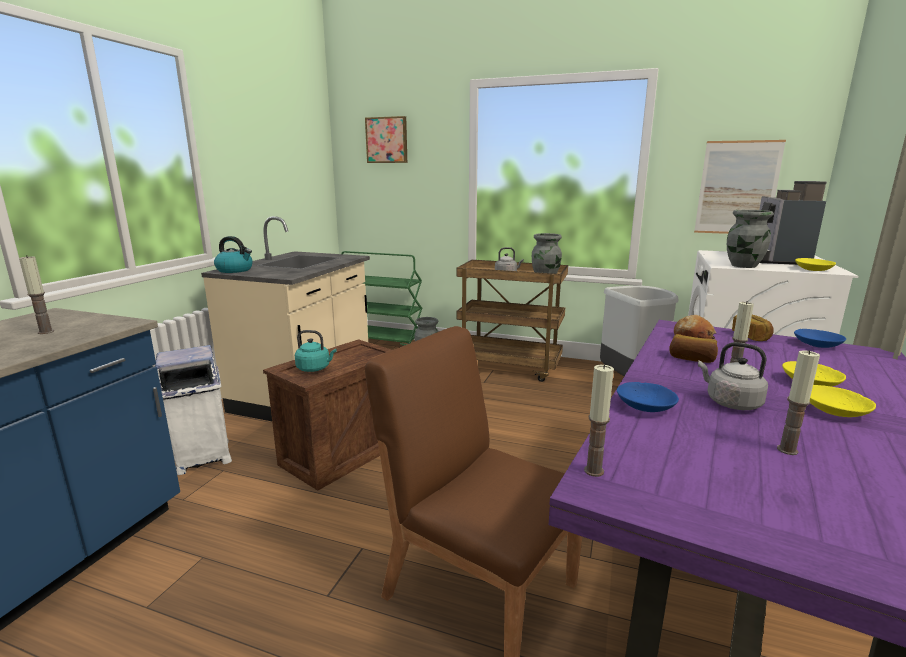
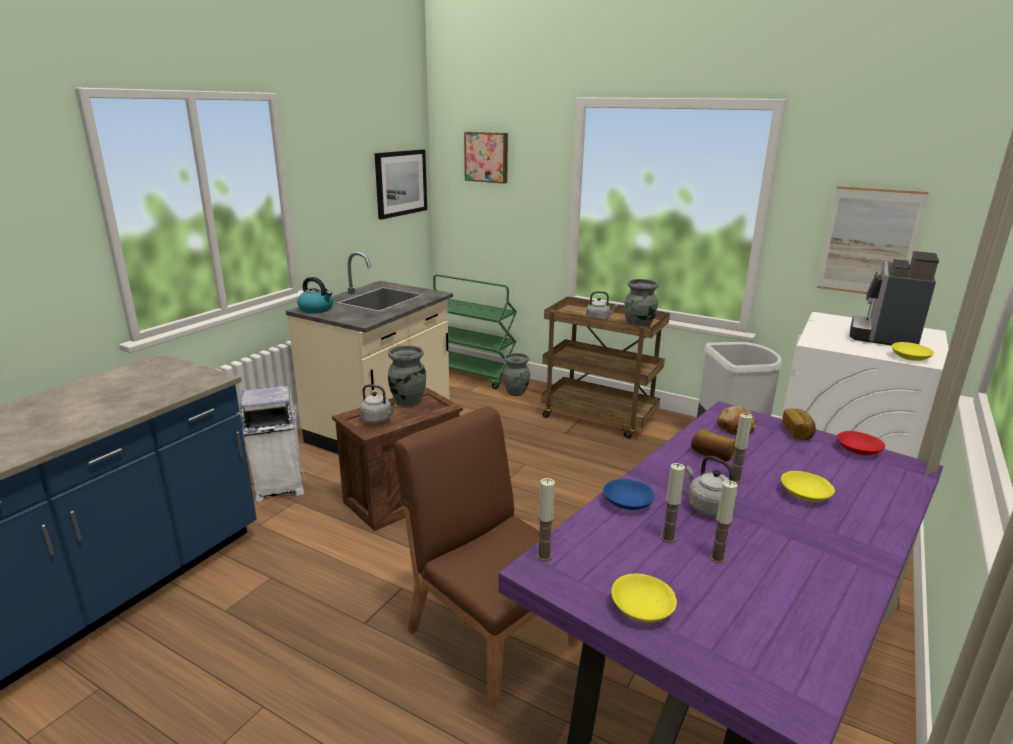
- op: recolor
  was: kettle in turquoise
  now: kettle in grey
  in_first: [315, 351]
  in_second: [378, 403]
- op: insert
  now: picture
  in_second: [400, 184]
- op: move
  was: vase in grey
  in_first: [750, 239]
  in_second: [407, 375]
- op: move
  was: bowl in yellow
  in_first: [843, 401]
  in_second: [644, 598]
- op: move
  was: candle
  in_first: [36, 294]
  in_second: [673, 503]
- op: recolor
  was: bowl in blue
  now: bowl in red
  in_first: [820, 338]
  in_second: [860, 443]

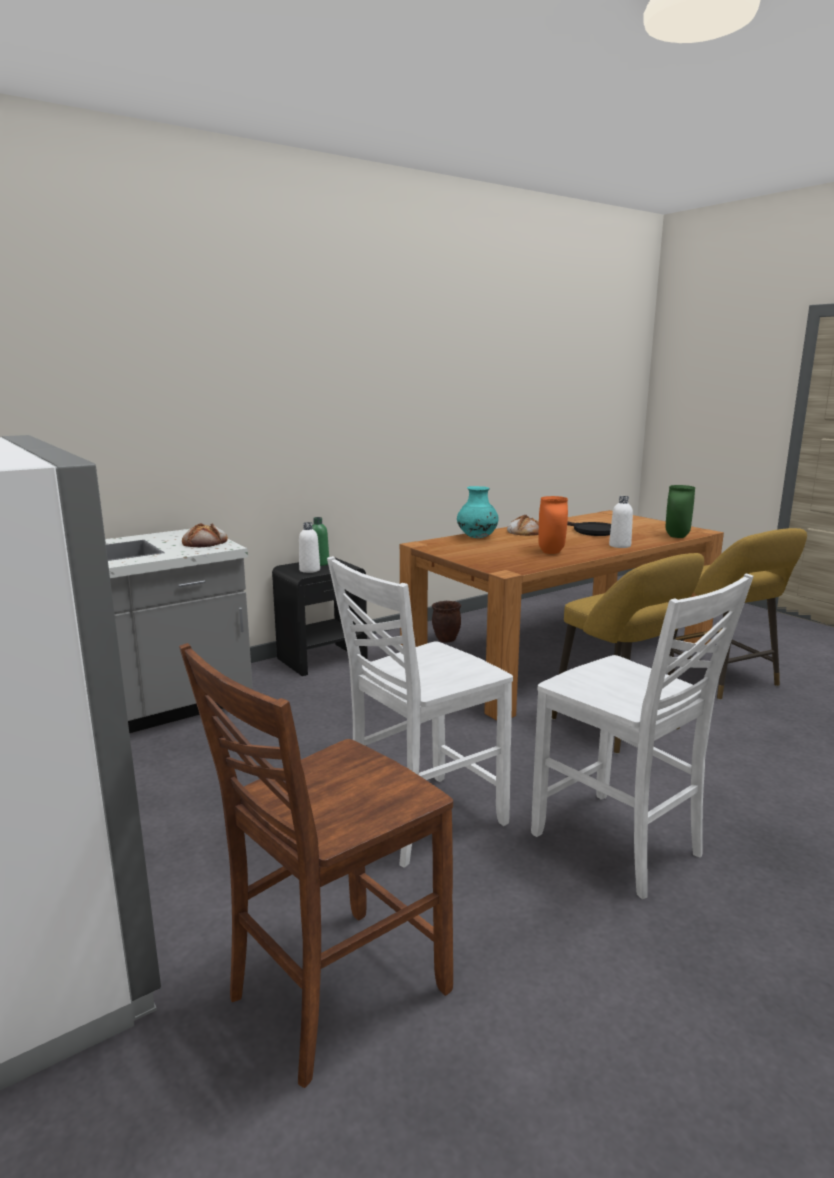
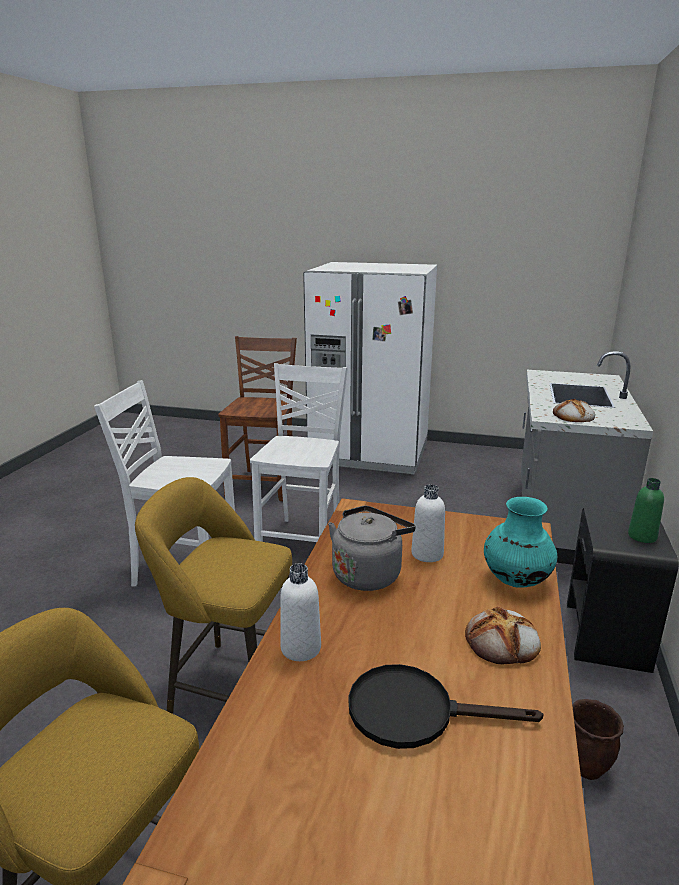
- op: replace
  was: vase in orange
  now: kettle in grey
  in_first: [553, 525]
  in_second: [372, 548]
- op: move
  was: bottle in white
  in_first: [309, 547]
  in_second: [428, 523]
- op: delete
  was: vase in green
  in_first: [680, 511]

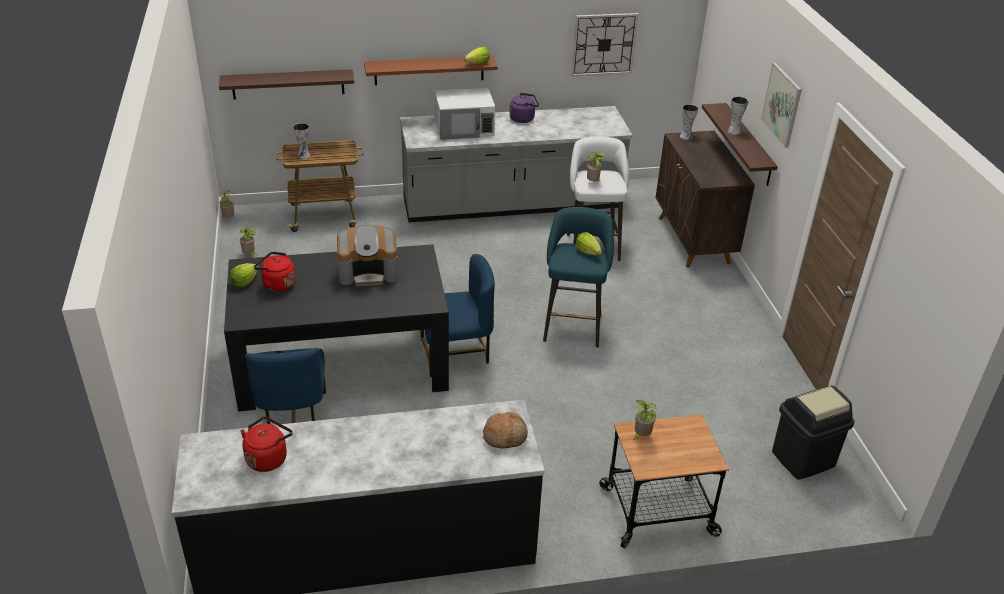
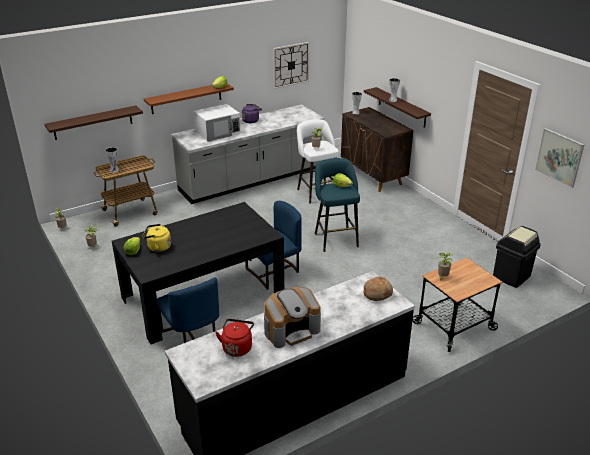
- op: recolor
  was: kettle in red
  now: kettle in yellow
  in_first: [275, 272]
  in_second: [156, 238]
- op: move
  was: coffee machine
  in_first: [367, 255]
  in_second: [292, 317]
- op: move
  was: picture
  in_first: [781, 105]
  in_second: [559, 158]

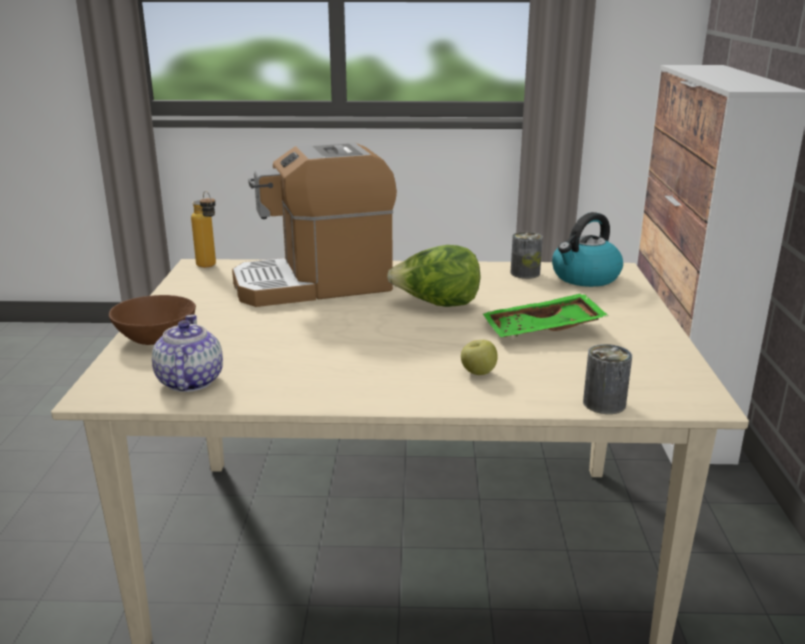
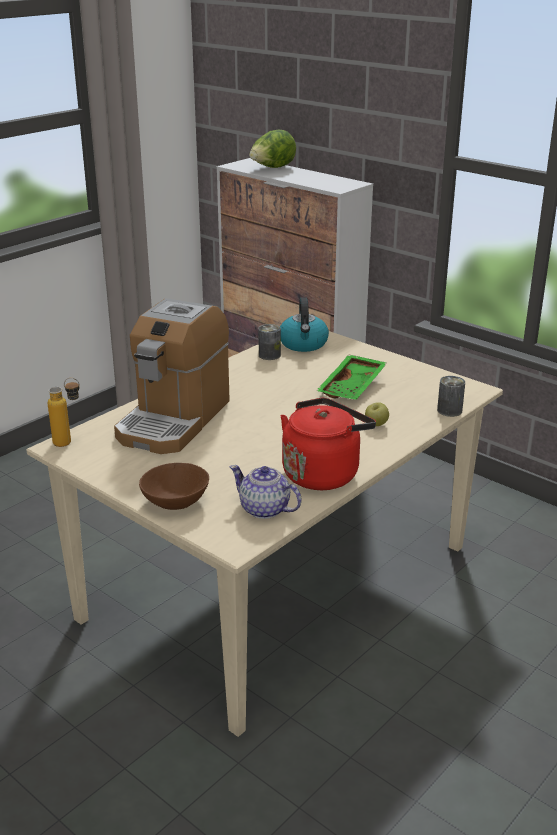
- op: move
  was: lettuce
  in_first: [434, 276]
  in_second: [272, 148]
- op: insert
  now: kettle in red
  in_second: [328, 444]

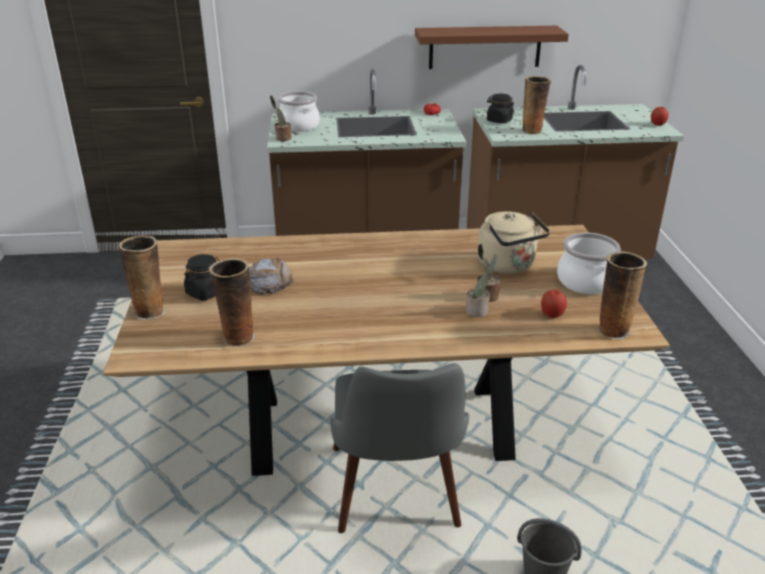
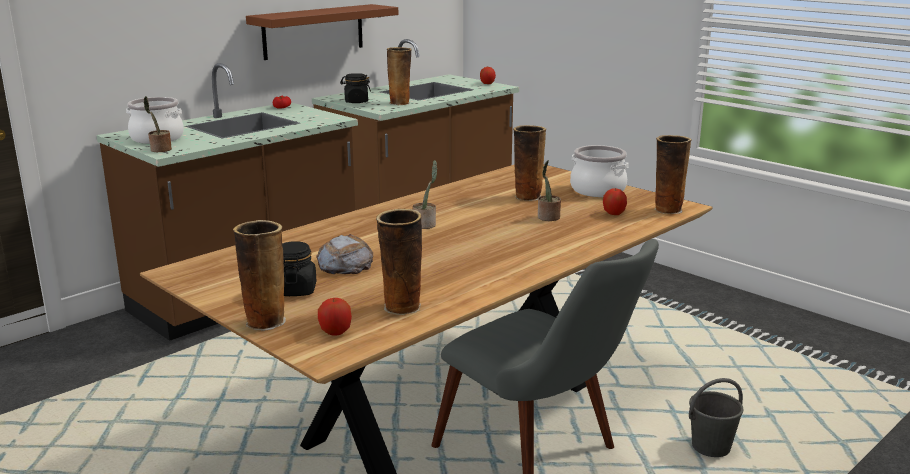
- op: insert
  now: apple
  in_second: [335, 317]
- op: move
  was: potted plant
  in_first: [481, 285]
  in_second: [424, 194]
- op: replace
  was: kettle in beige
  now: vase
  in_first: [514, 243]
  in_second: [529, 163]

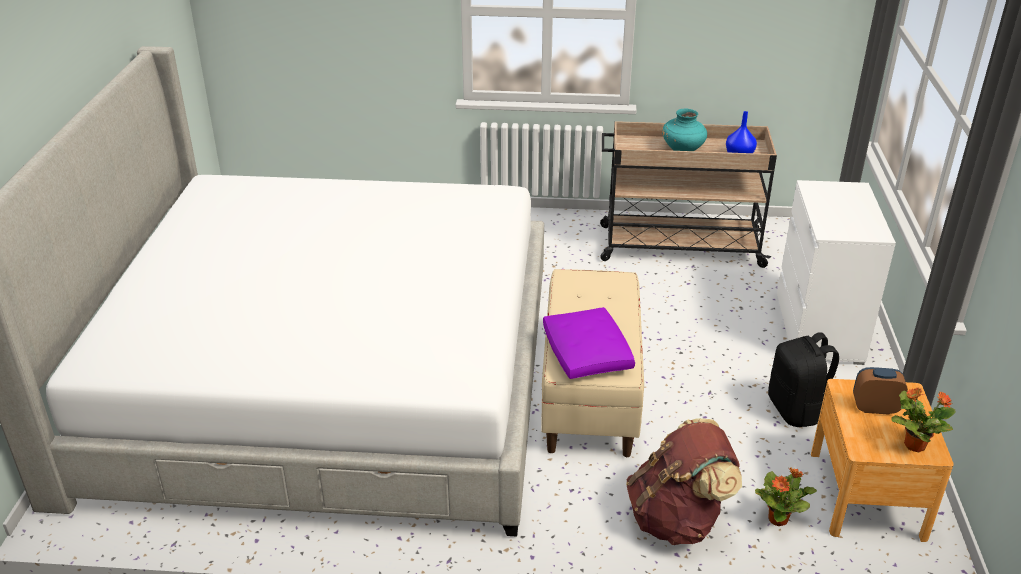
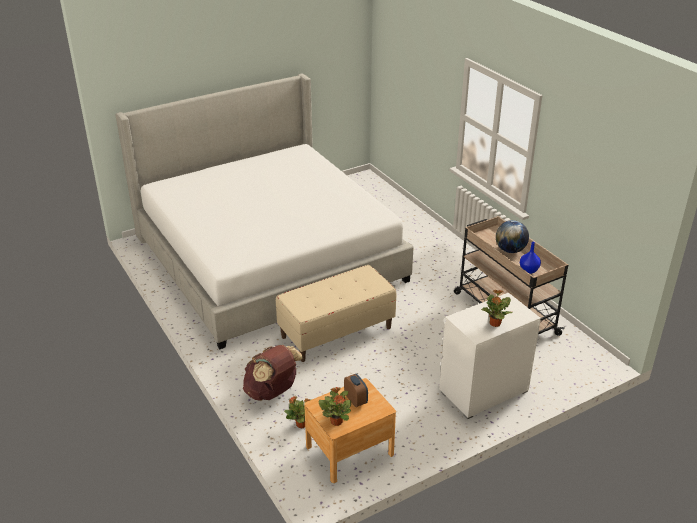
- op: insert
  now: potted plant
  in_second: [497, 308]
- op: replace
  was: vase in turquoise
  now: globe
  in_first: [684, 130]
  in_second: [512, 236]
- op: delete
  was: pillow in purple
  in_first: [589, 343]
- op: delete
  was: backpack in black
  in_first: [803, 379]

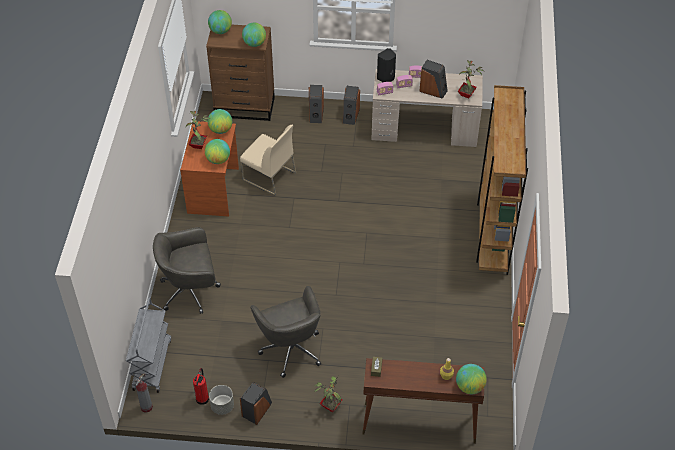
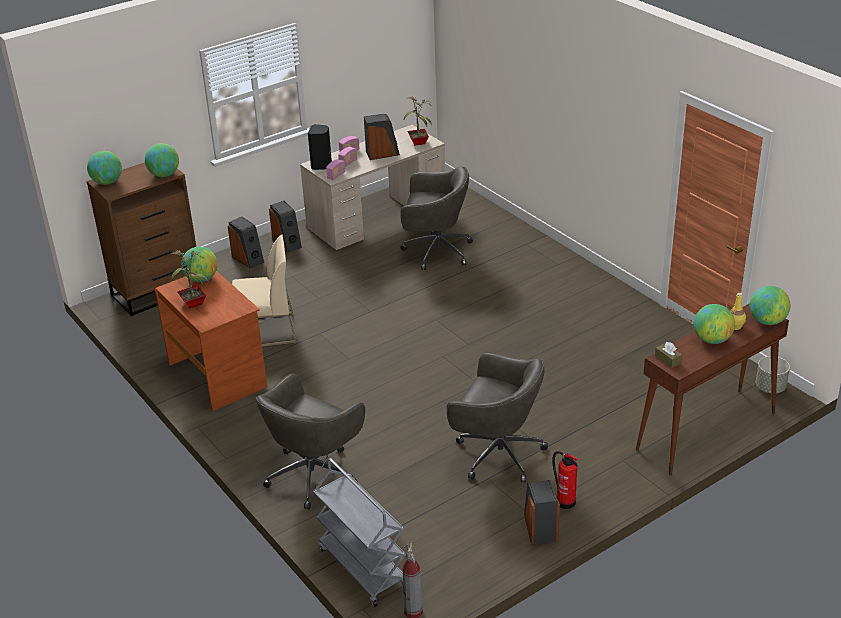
- op: insert
  now: office chair in grey
  in_second: [436, 218]
- op: move
  was: fire extinguisher
  in_first: [201, 386]
  in_second: [565, 480]
- op: move
  was: globe
  in_first: [217, 151]
  in_second: [714, 324]
- op: move
  was: planter in grey
  in_first: [221, 400]
  in_second: [773, 374]
- op: delete
  was: potted plant
  in_first: [328, 394]
- op: delete
  was: bookcase in brown
  in_first: [502, 180]

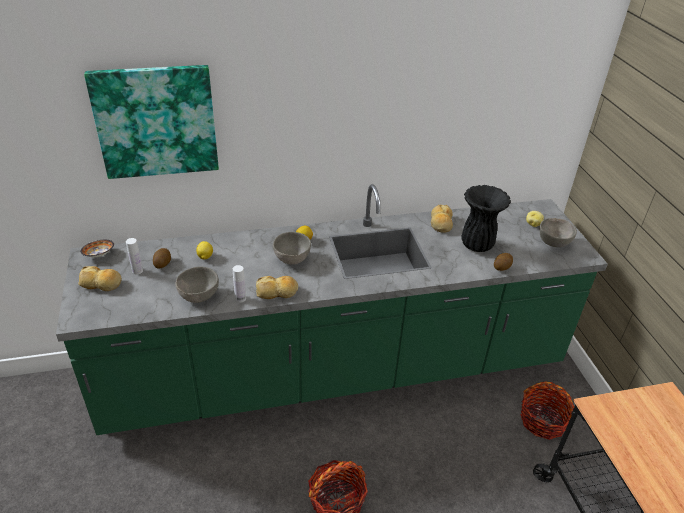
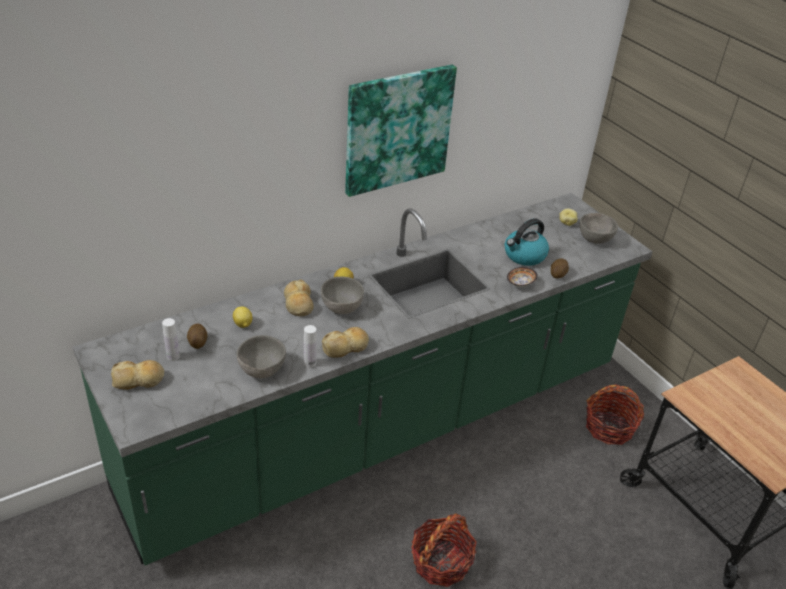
- op: move
  was: bread
  in_first: [442, 218]
  in_second: [298, 297]
- op: move
  was: picture
  in_first: [151, 122]
  in_second: [401, 131]
- op: replace
  was: vase in black
  now: kettle
  in_first: [486, 218]
  in_second: [526, 242]
- op: move
  was: bowl
  in_first: [97, 248]
  in_second: [522, 277]

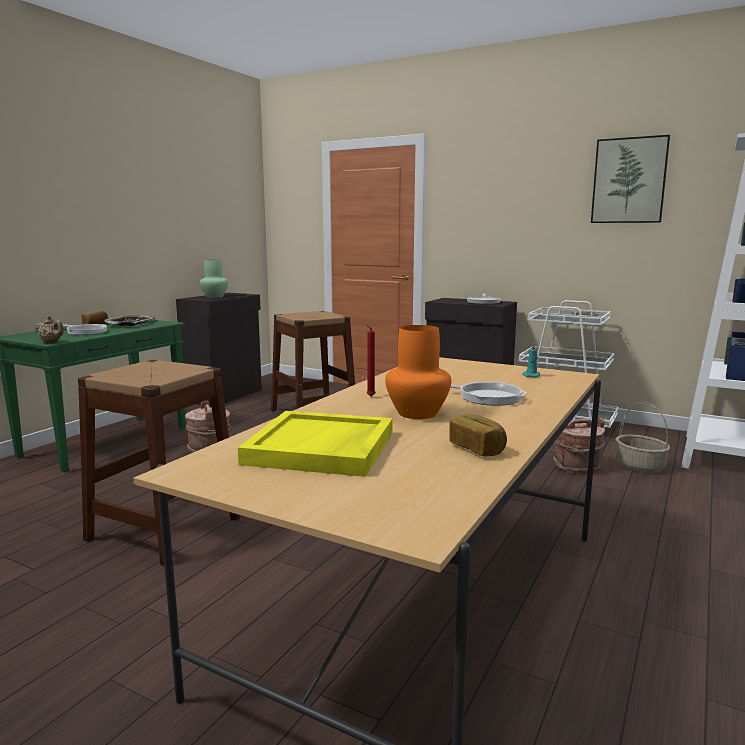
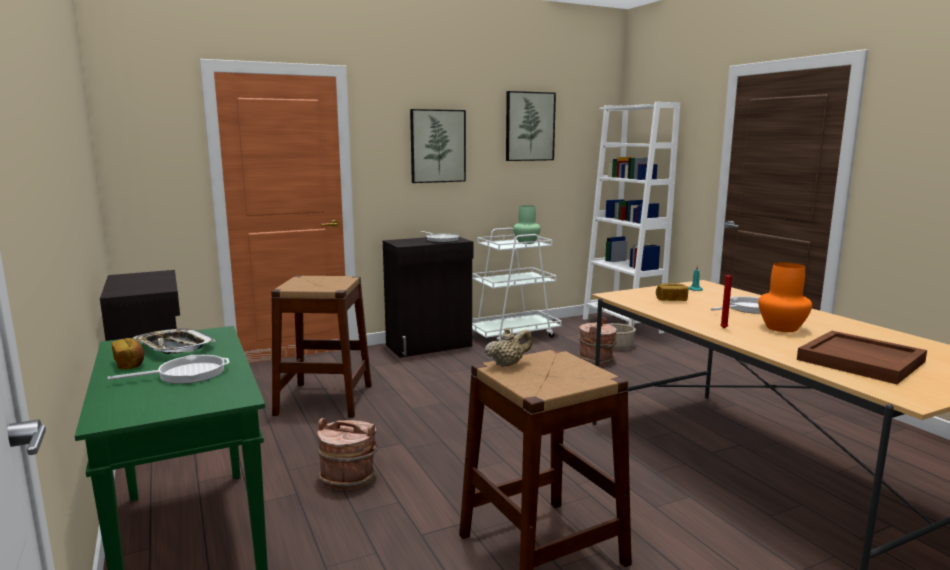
- op: insert
  now: picture
  in_second: [438, 146]
- op: move
  was: teapot in beige
  in_first: [49, 329]
  in_second: [508, 347]
- op: move
  was: vase in green
  in_first: [214, 279]
  in_second: [527, 224]
- op: move
  was: bread
  in_first: [478, 435]
  in_second: [672, 292]
- op: recolor
  was: tray in yellow
  now: tray in brown
  in_first: [315, 444]
  in_second: [862, 357]

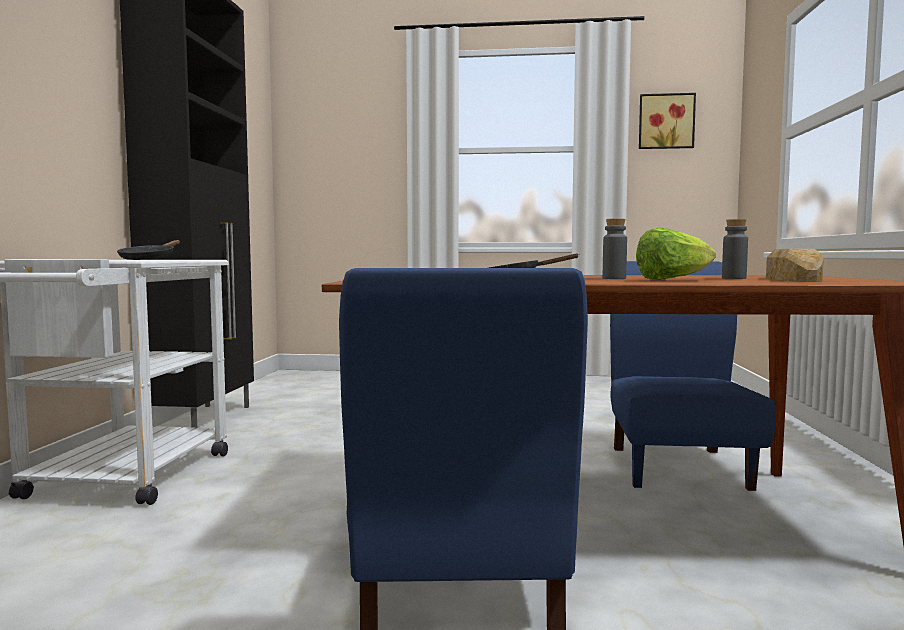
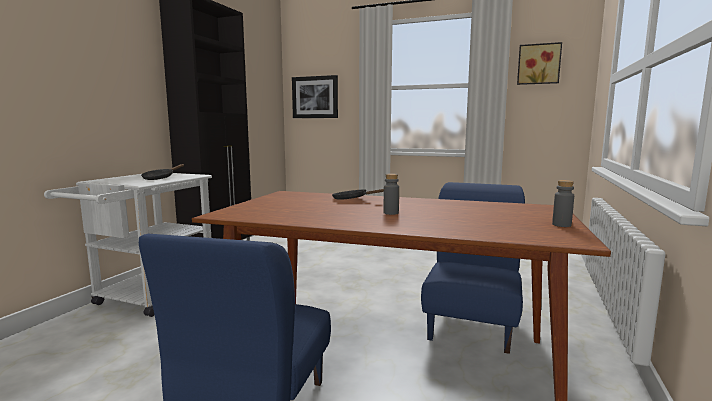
- op: insert
  now: picture
  in_second: [315, 96]
- op: move
  was: bottle in grey
  in_first: [735, 249]
  in_second: [563, 203]
- op: delete
  was: lettuce
  in_first: [676, 253]
- op: delete
  was: bread
  in_first: [795, 265]

